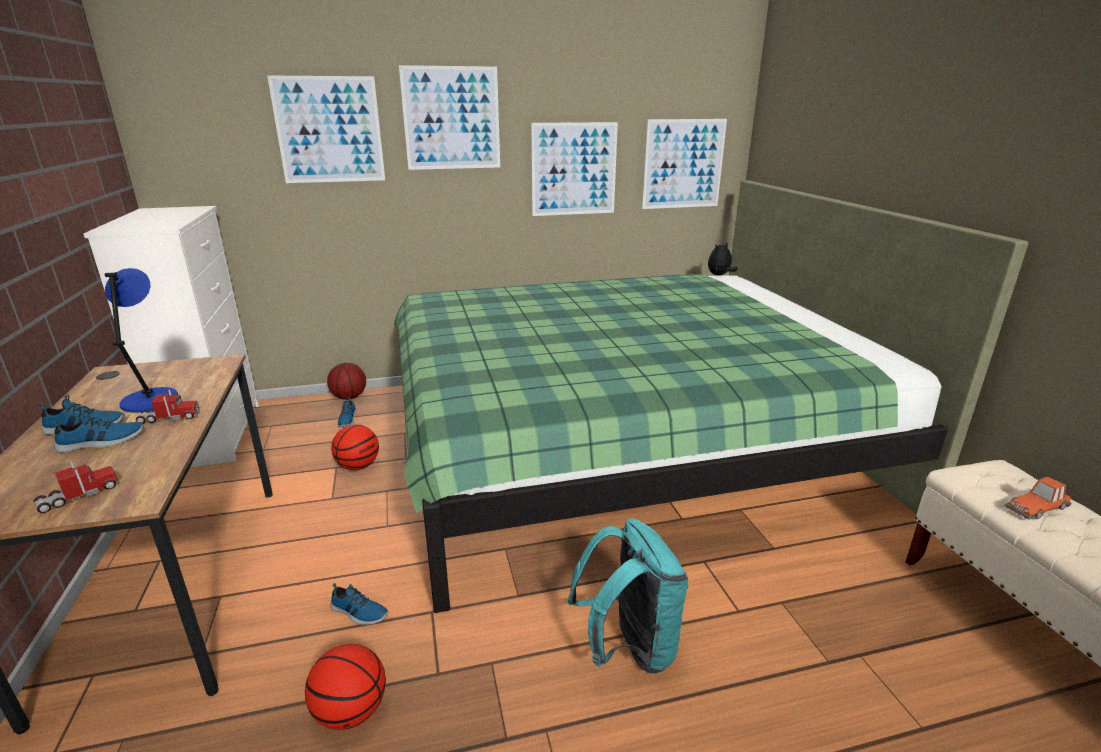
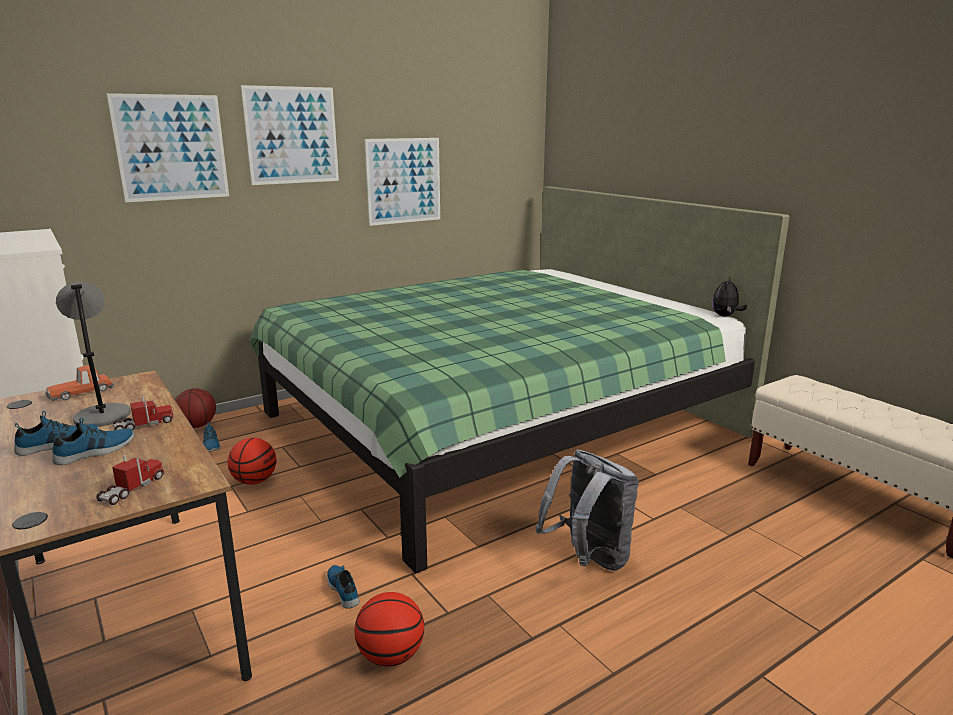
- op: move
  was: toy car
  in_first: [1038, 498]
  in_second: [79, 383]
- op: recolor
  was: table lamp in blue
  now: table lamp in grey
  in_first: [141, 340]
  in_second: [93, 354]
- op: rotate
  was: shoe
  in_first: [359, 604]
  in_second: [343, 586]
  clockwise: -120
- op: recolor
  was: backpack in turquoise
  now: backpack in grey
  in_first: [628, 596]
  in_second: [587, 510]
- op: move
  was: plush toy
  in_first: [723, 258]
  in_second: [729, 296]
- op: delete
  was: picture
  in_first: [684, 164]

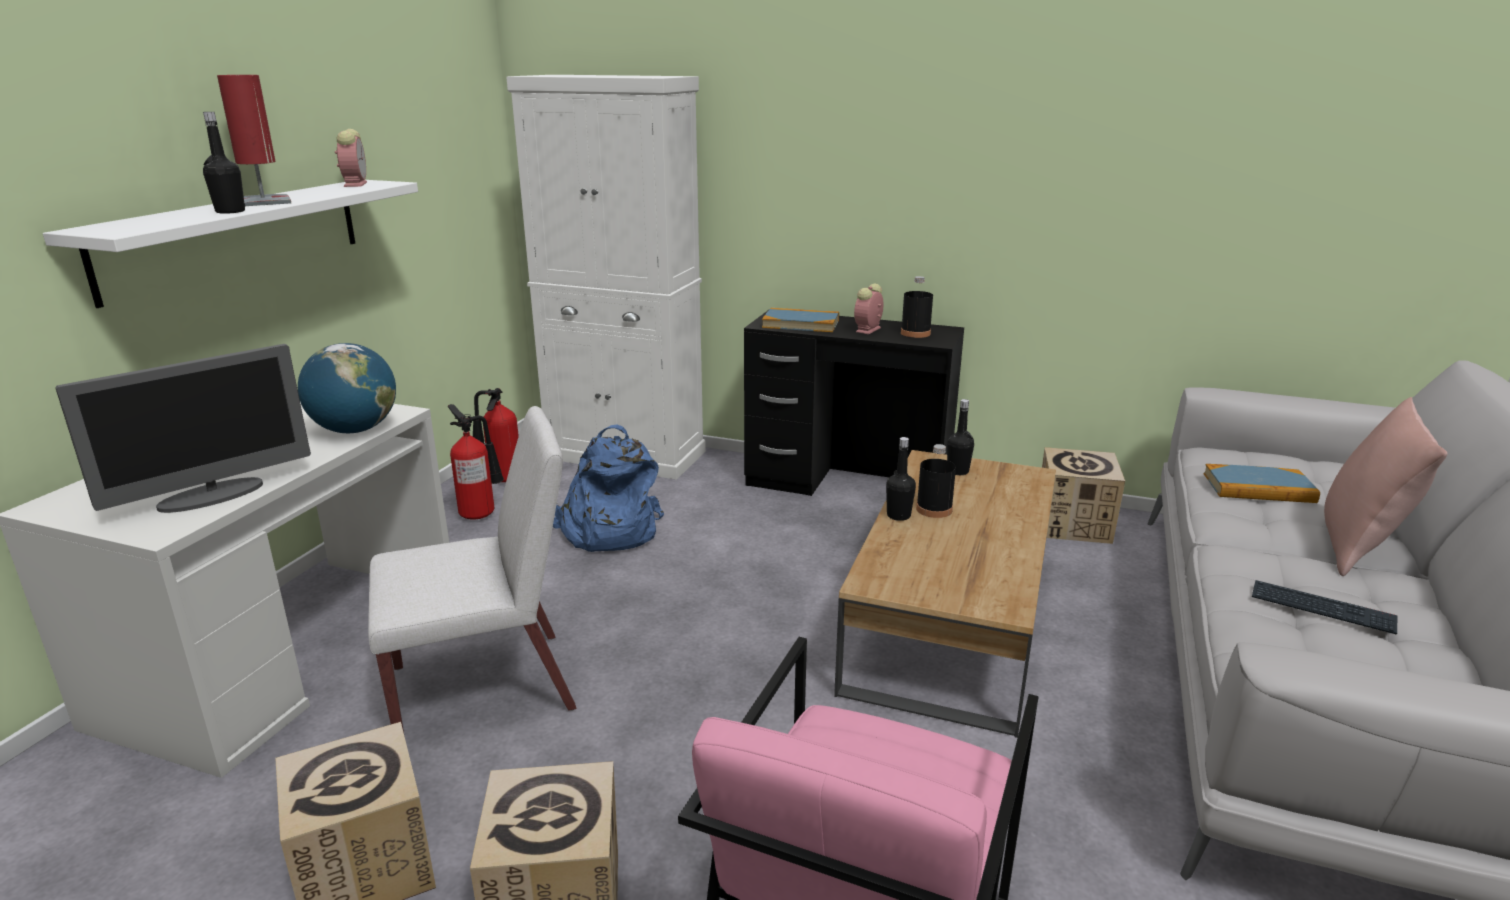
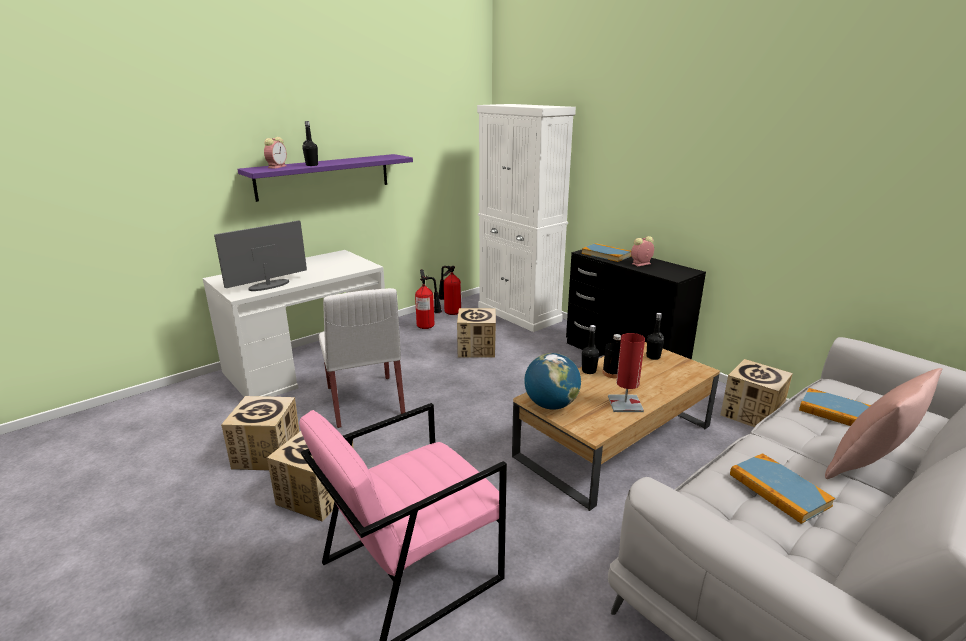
- op: rotate
  was: monitor
  in_first: [183, 428]
  in_second: [260, 255]
  clockwise: 150
- op: recolor
  was: shelf in white
  now: shelf in purple
  in_first: [230, 244]
  in_second: [325, 178]
- op: move
  was: alarm clock
  in_first: [351, 158]
  in_second: [275, 153]
- op: rotate
  was: chair in white
  in_first: [472, 569]
  in_second: [362, 358]
  clockwise: 60
- op: replace
  was: backpack in blue
  now: cardboard box
  in_first: [608, 488]
  in_second: [476, 332]
- op: move
  was: globe
  in_first: [347, 388]
  in_second: [552, 381]
- op: move
  was: table lamp in red
  in_first: [254, 140]
  in_second: [626, 372]
- op: replace
  was: keyboard
  now: book
  in_first: [1325, 607]
  in_second: [782, 488]
- op: delete
  was: bottle in black
  in_first: [917, 307]

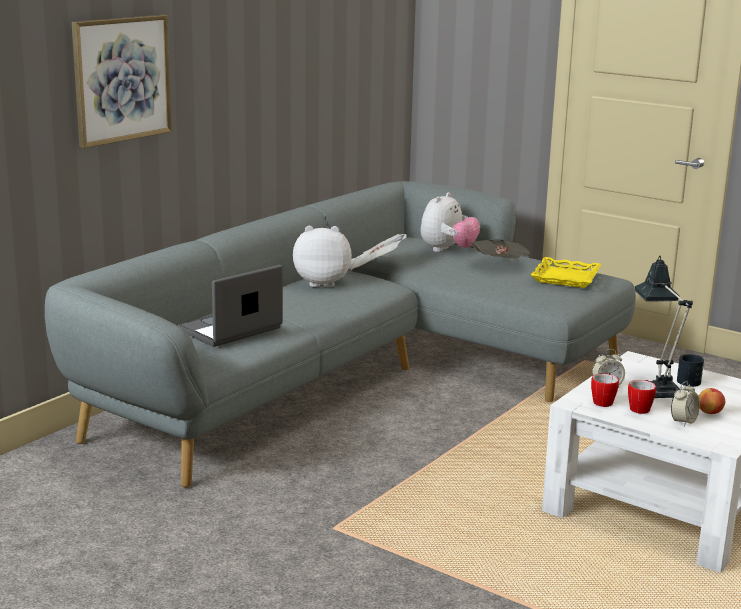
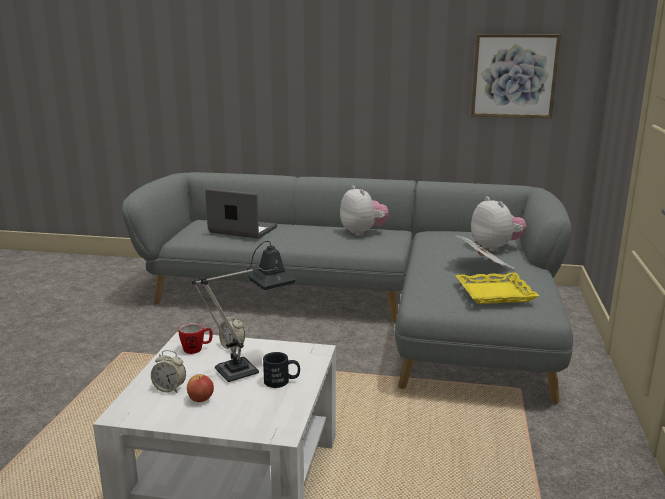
- op: move
  was: picture
  in_first: [121, 81]
  in_second: [516, 76]
- op: rotate
  was: plush toy
  in_first: [450, 222]
  in_second: [499, 224]
  clockwise: -120
- op: delete
  was: newspaper
  in_first: [378, 252]
- op: delete
  was: mug
  in_first: [642, 397]

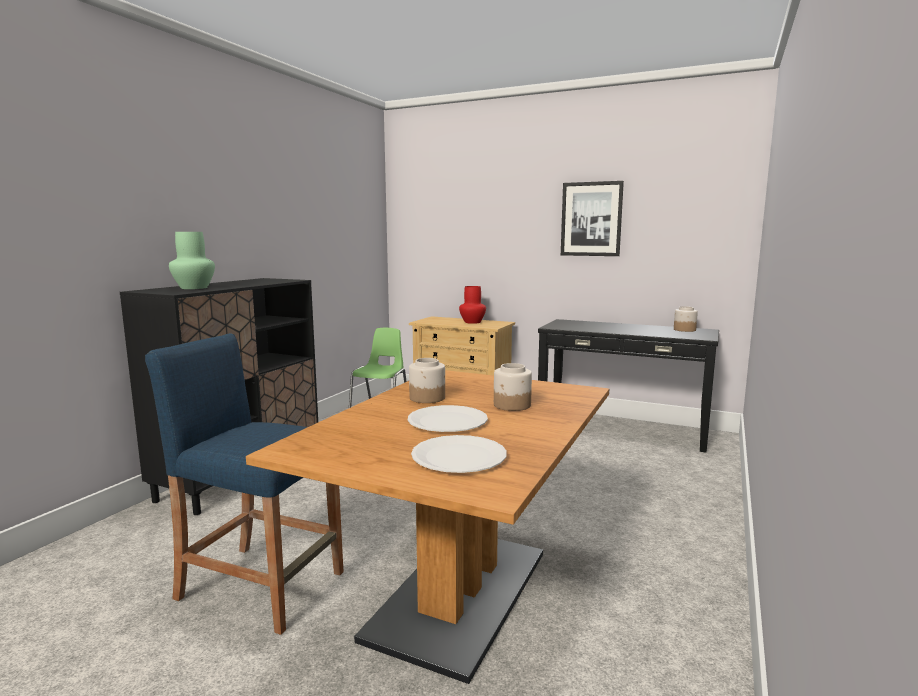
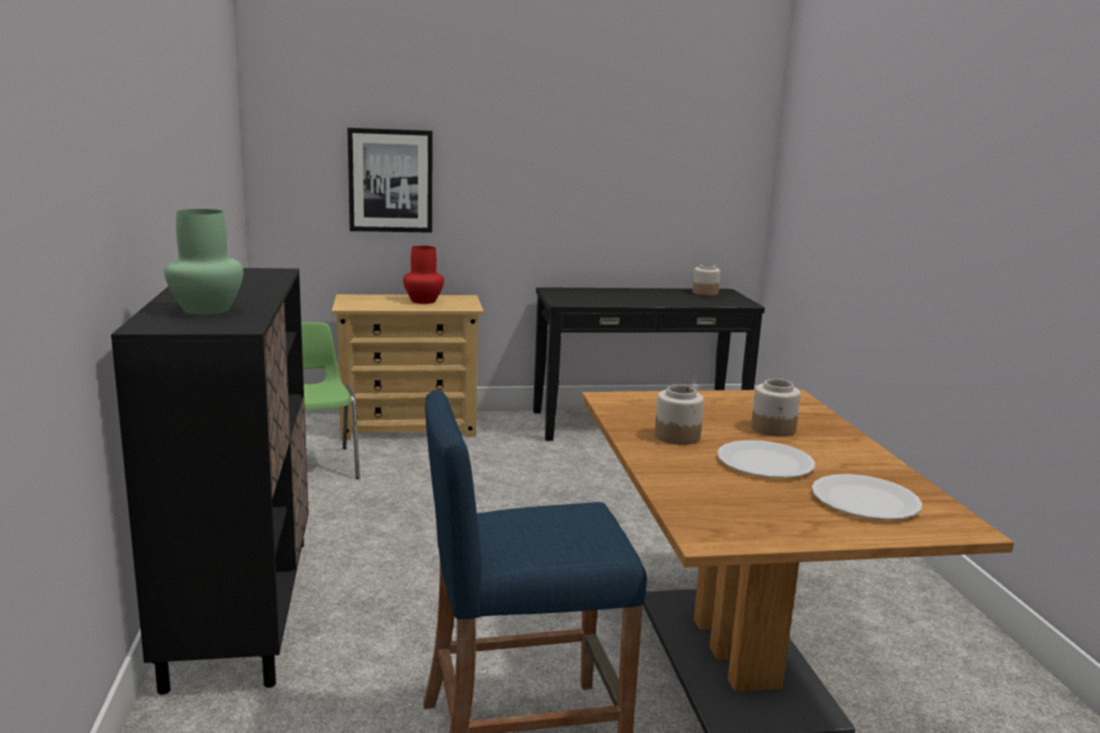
- op: move
  was: picture
  in_first: [592, 218]
  in_second: [390, 180]

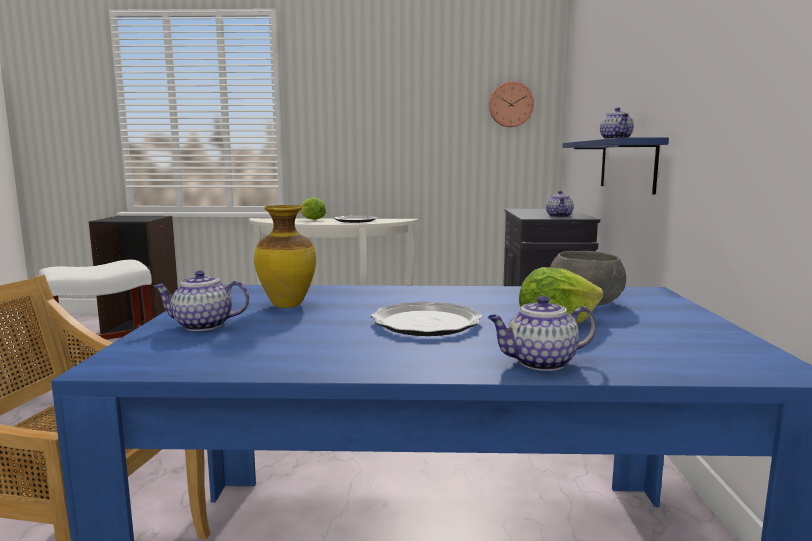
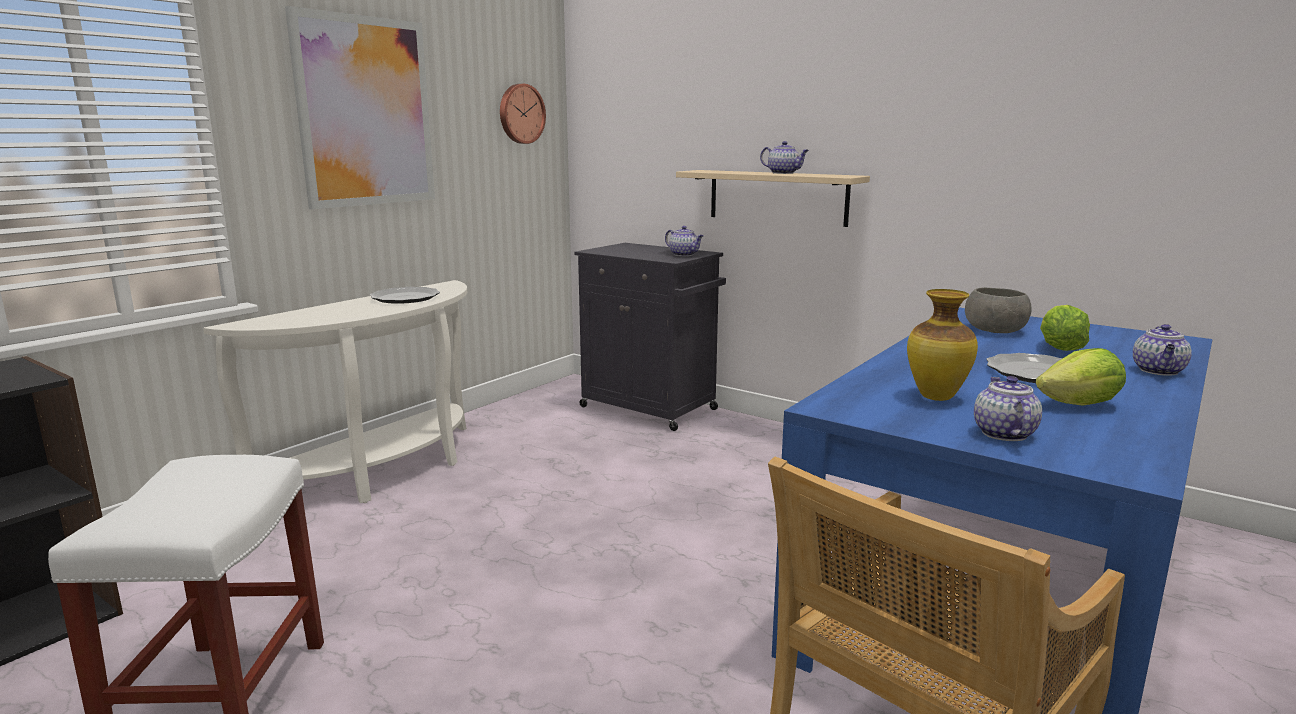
- op: insert
  now: picture
  in_second: [360, 107]
- op: recolor
  was: shelf in blue
  now: shelf in beige
  in_first: [615, 166]
  in_second: [773, 198]
- op: rotate
  was: teapot
  in_first: [201, 300]
  in_second: [1008, 408]
  clockwise: 150
- op: move
  was: lettuce
  in_first: [313, 209]
  in_second: [1081, 377]

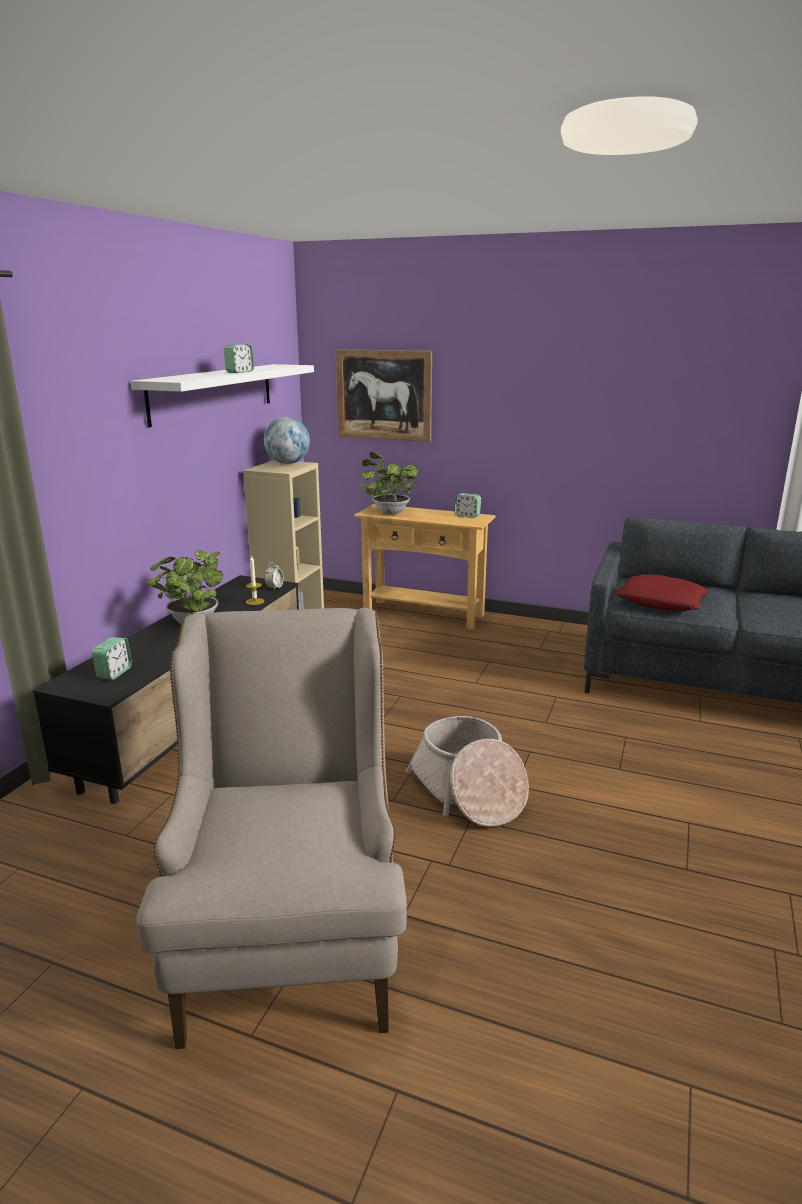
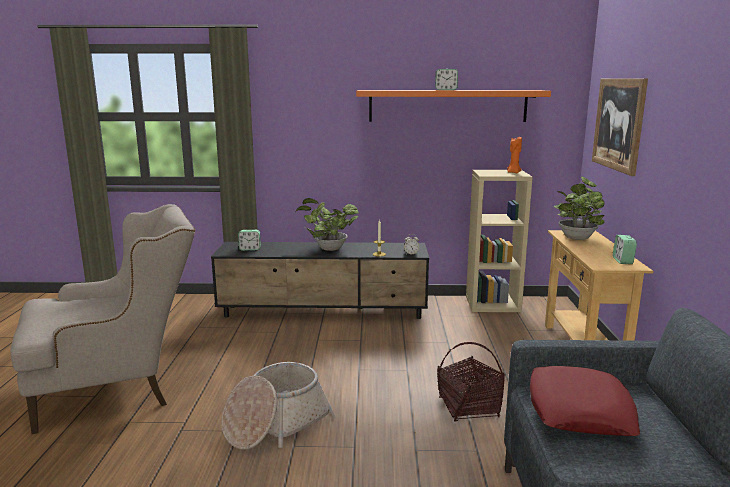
- op: recolor
  was: shelf in white
  now: shelf in orange
  in_first: [222, 395]
  in_second: [453, 106]
- op: insert
  now: basket
  in_second: [471, 382]
- op: replace
  was: globe
  now: candle in orange
  in_first: [287, 440]
  in_second: [514, 154]

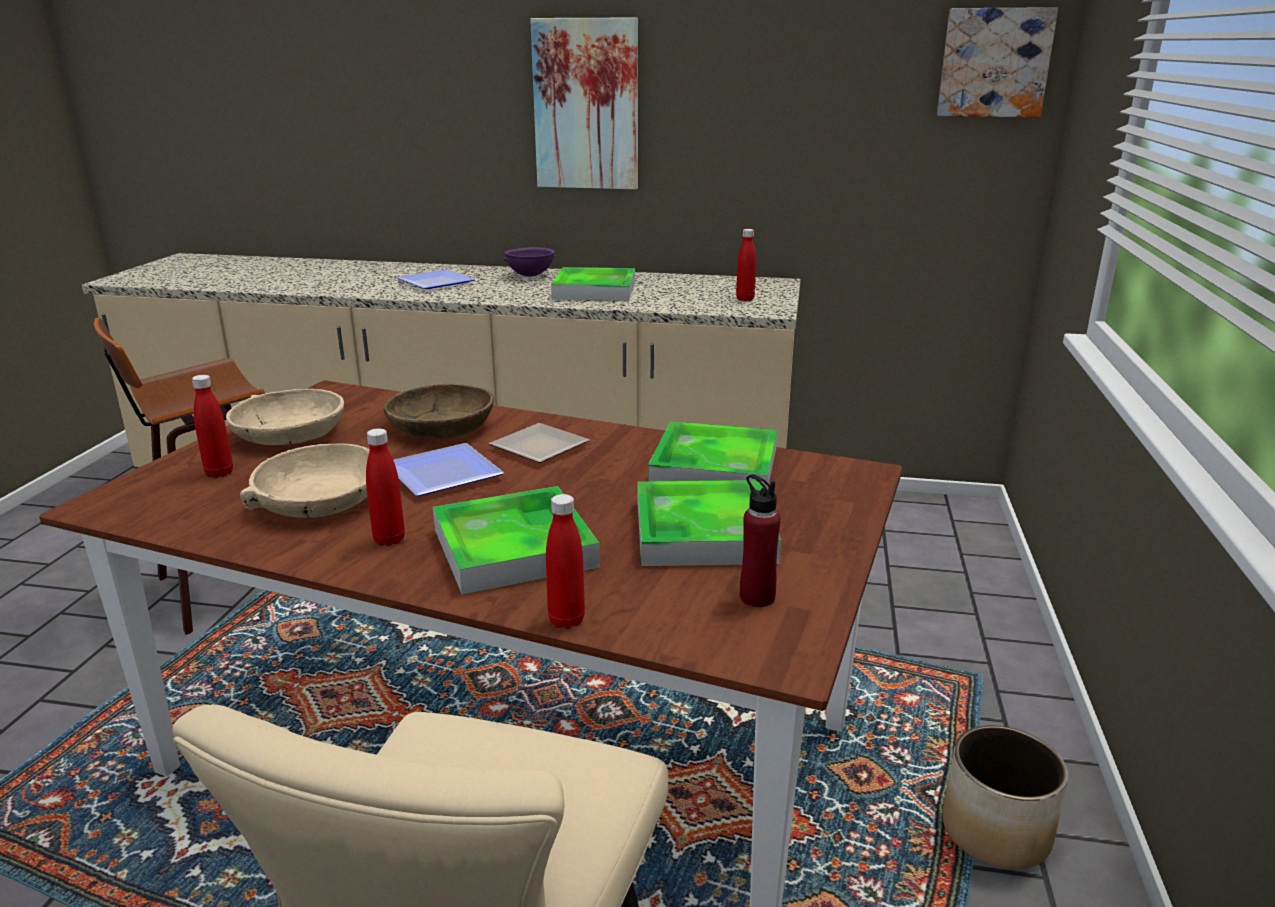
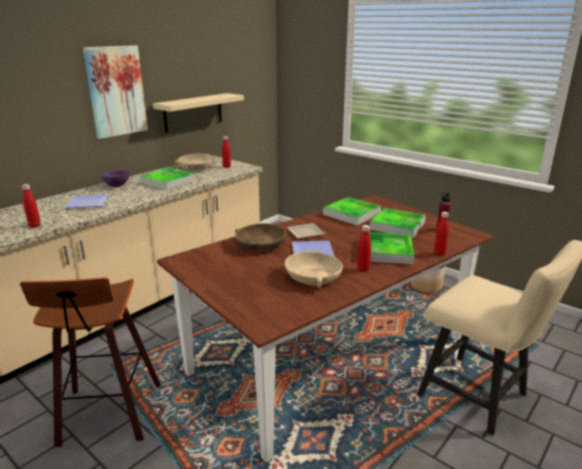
- op: move
  was: bottle in red
  in_first: [212, 426]
  in_second: [31, 206]
- op: insert
  now: shelf in beige
  in_second: [198, 113]
- op: move
  was: bowl in beige
  in_first: [285, 417]
  in_second: [194, 162]
- op: delete
  was: picture
  in_first: [997, 62]

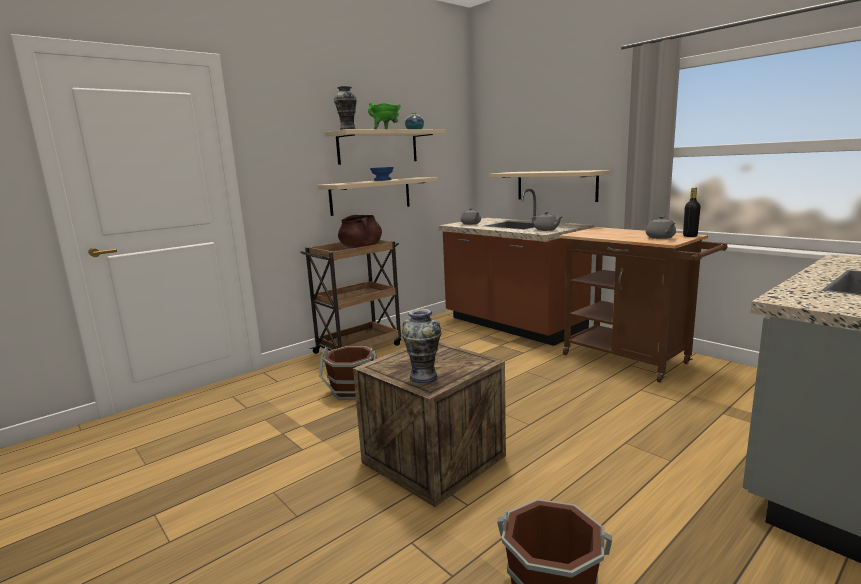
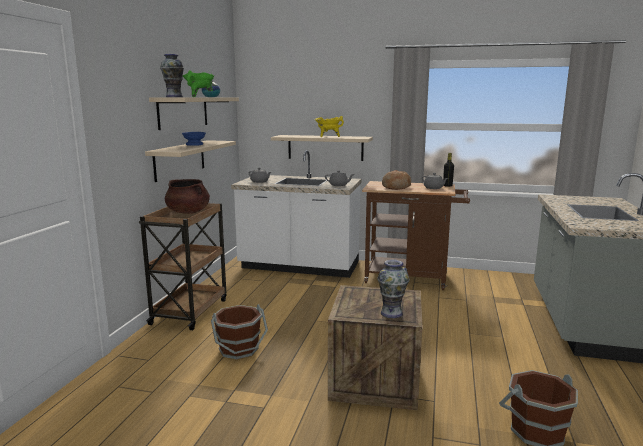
- op: recolor
  was: counter in brown
  now: counter in white
  in_first: [516, 267]
  in_second: [296, 214]
- op: insert
  now: cooking pot in yellow
  in_second: [329, 126]
- op: insert
  now: bread
  in_second: [396, 180]

